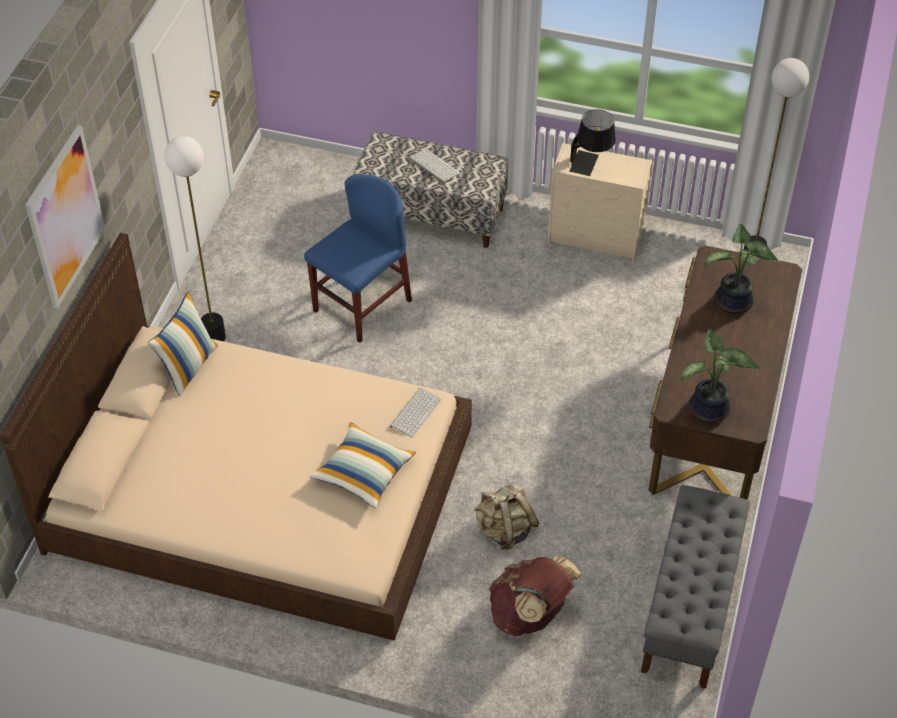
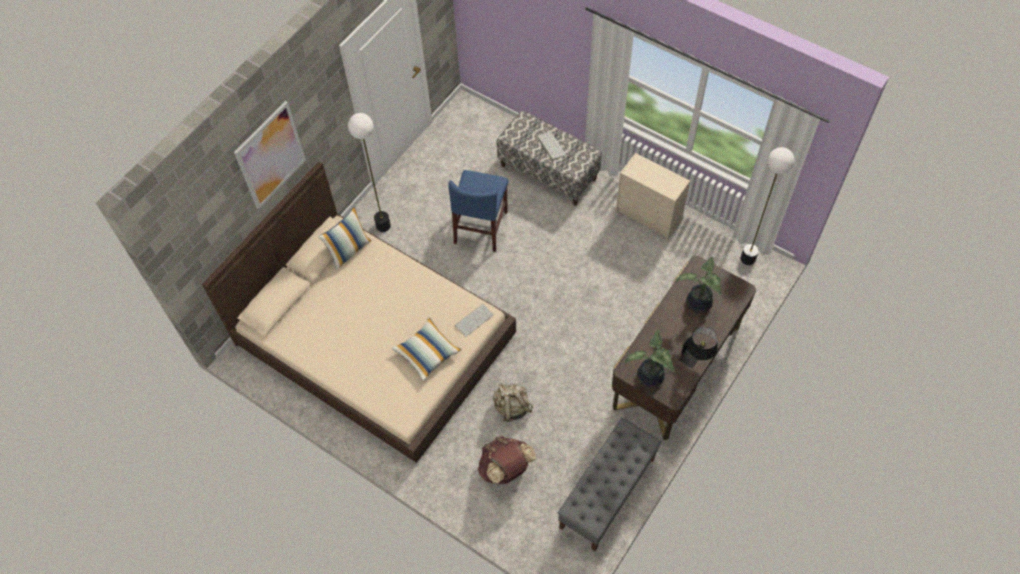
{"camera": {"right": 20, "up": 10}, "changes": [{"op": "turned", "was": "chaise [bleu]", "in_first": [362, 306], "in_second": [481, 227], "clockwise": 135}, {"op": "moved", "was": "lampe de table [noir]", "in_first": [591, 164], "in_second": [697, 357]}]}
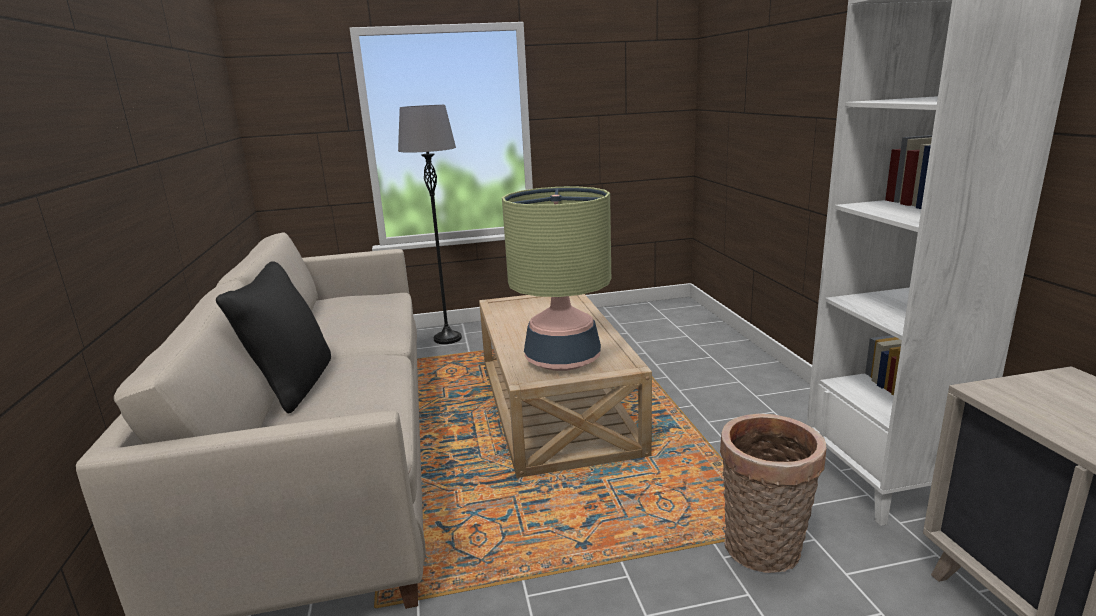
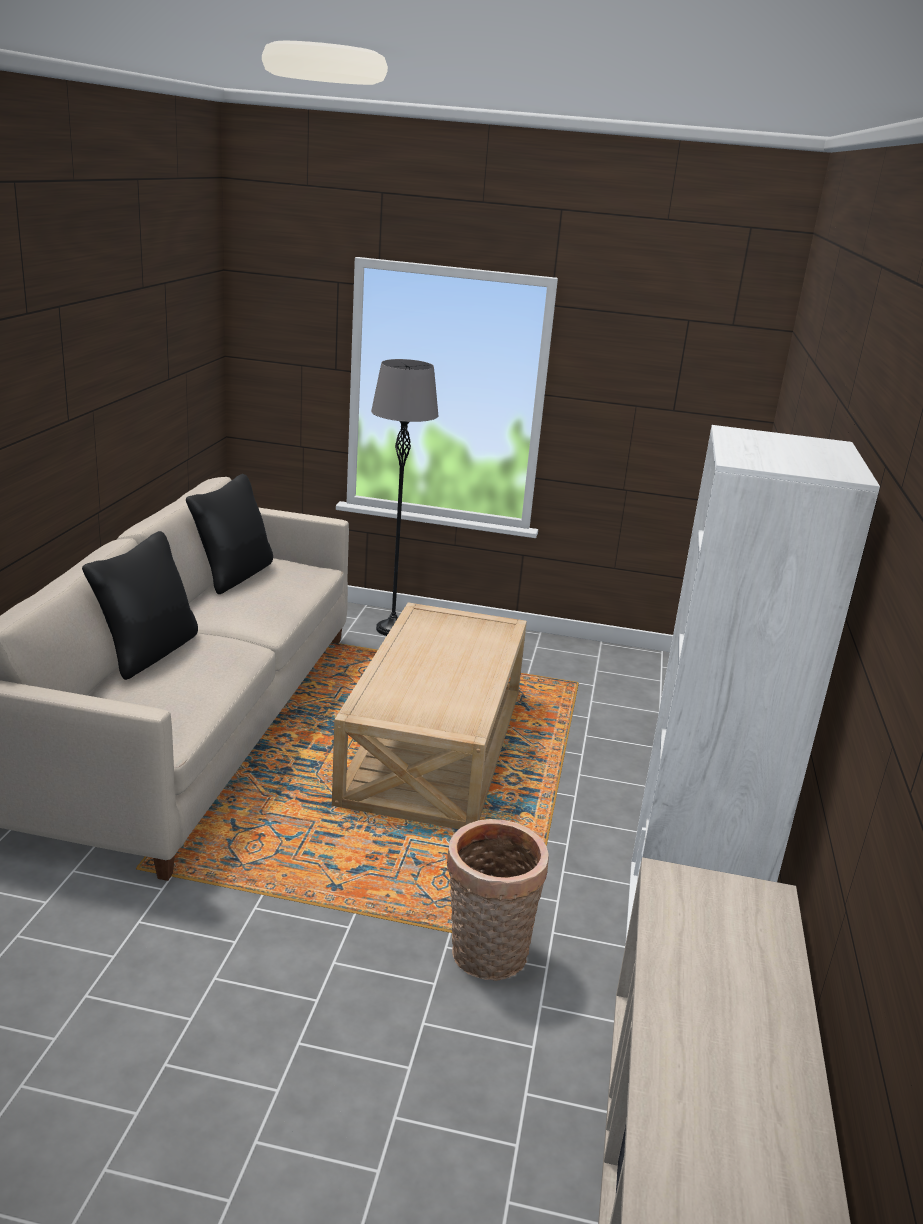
{"camera": {"right": 20, "up": 5}, "changes": [{"op": "removed", "was": "lampe de table", "in_first": [563, 359]}, {"op": "added", "now": "coussin [noir]", "in_second": [233, 575]}]}
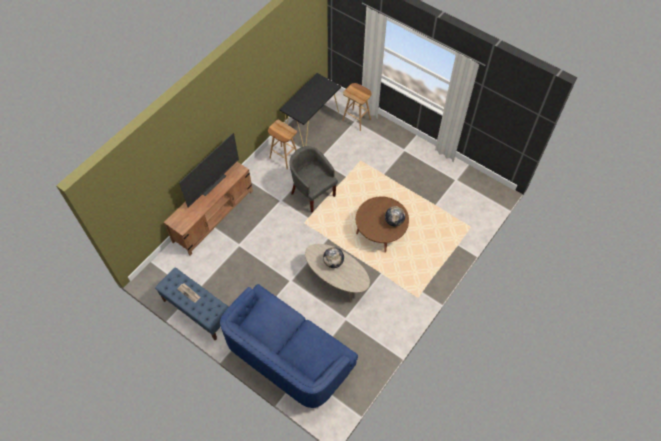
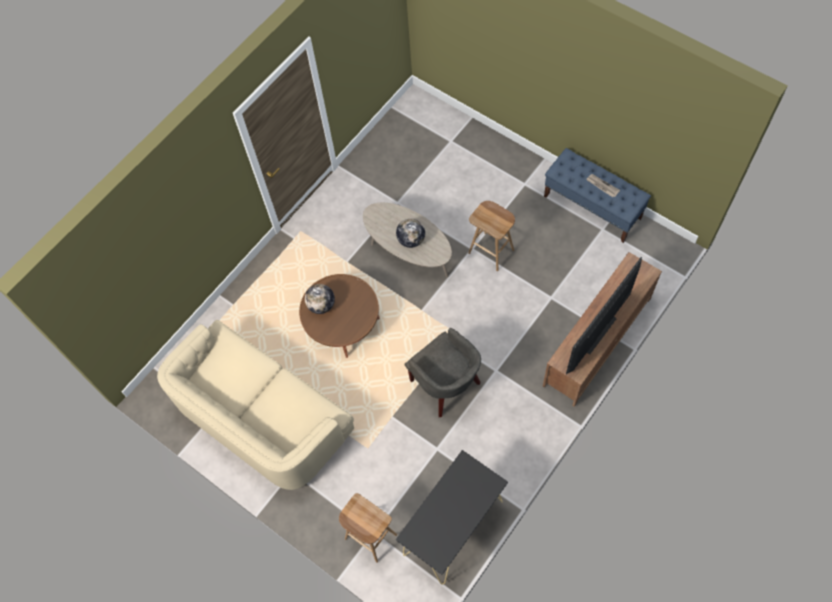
{"camera": {"right": -175, "up": 5}, "changes": [{"op": "removed", "was": "canapé [bleu]", "in_first": [288, 354]}, {"op": "moved", "was": "tabouret [marron]", "in_first": [283, 157], "in_second": [492, 251]}, {"op": "added", "now": "canapé [beige]", "in_second": [262, 416]}]}
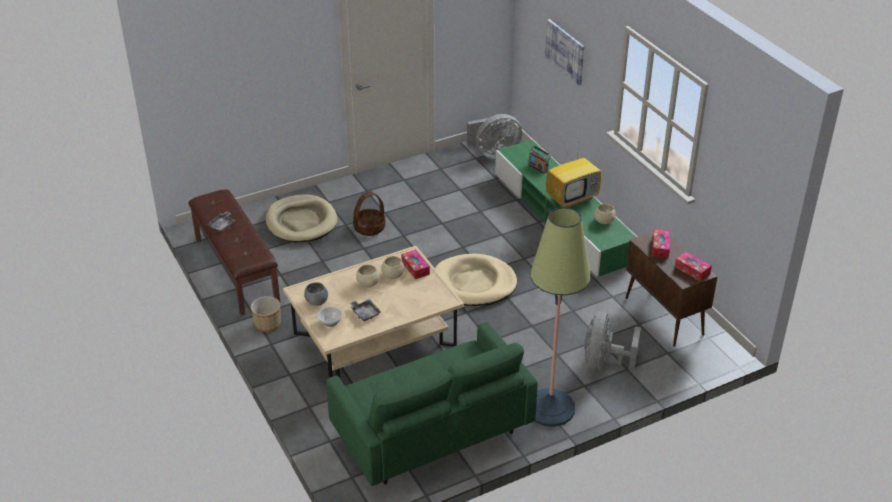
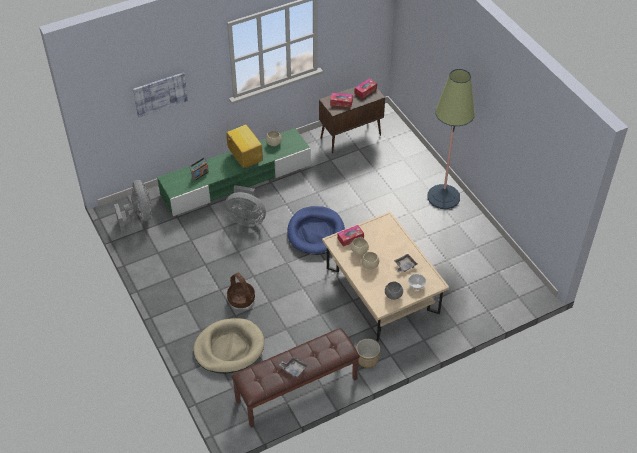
{"camera": {"right": -90, "up": 10}, "changes": [{"op": "removed", "was": "canapé [vert]", "in_first": [431, 433]}, {"op": "recoloured", "was": "panier pour chien [beige]", "now": "panier pour chien [bleu]", "in_first": [474, 283], "in_second": [316, 232]}, {"op": "moved", "was": "ventilateur [gris]", "in_first": [603, 363], "in_second": [246, 219]}]}
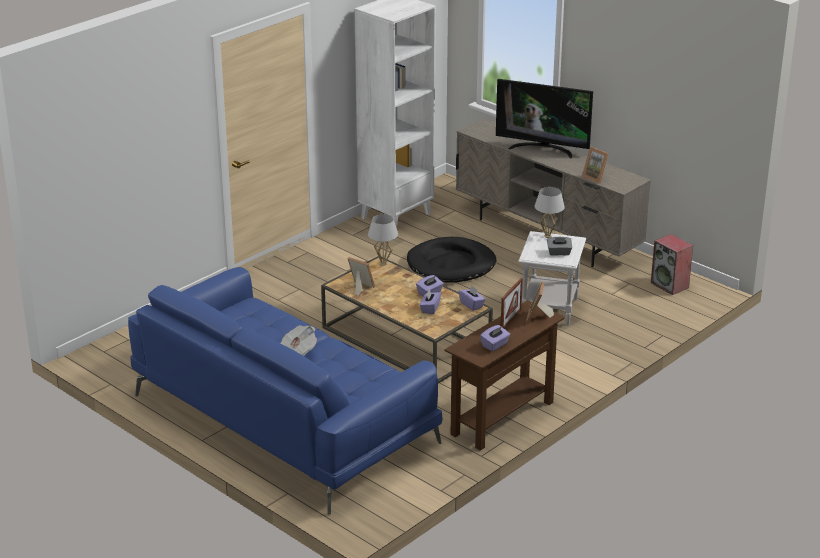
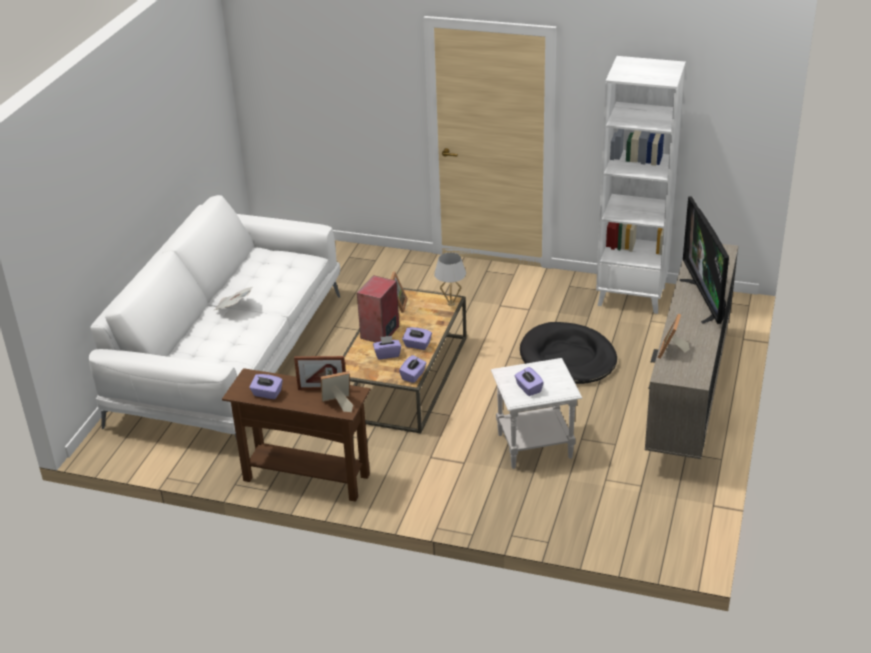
{"camera": {"right": 65, "up": 5}, "changes": [{"op": "recoloured", "was": "canapé [bleu]", "now": "canapé [blanc]", "in_first": [282, 418], "in_second": [231, 356]}, {"op": "removed", "was": "lampe de table [blanc]", "in_first": [547, 236]}, {"op": "recoloured", "was": "boîte à mouchoirs [gris]", "now": "boîte à mouchoirs [violet]", "in_first": [559, 253], "in_second": [528, 388]}, {"op": "moved", "was": "enceinte", "in_first": [670, 285], "in_second": [380, 332]}]}
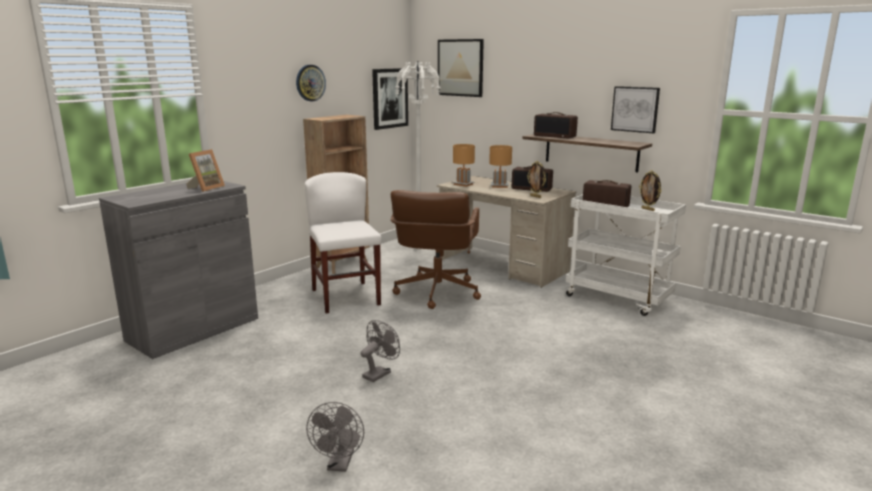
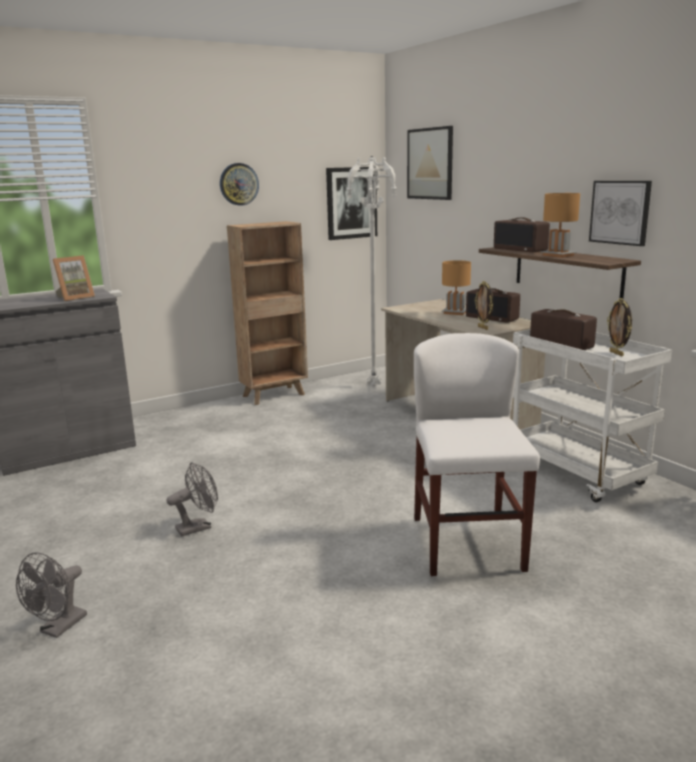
{"camera": {"right": 20, "up": 0}, "changes": [{"op": "moved", "was": "chaise [blanc]", "in_first": [345, 297], "in_second": [467, 543]}, {"op": "removed", "was": "chaise de bureau [marron]", "in_first": [436, 292]}, {"op": "moved", "was": "lampe de table [marron]", "in_first": [463, 184], "in_second": [557, 255]}]}
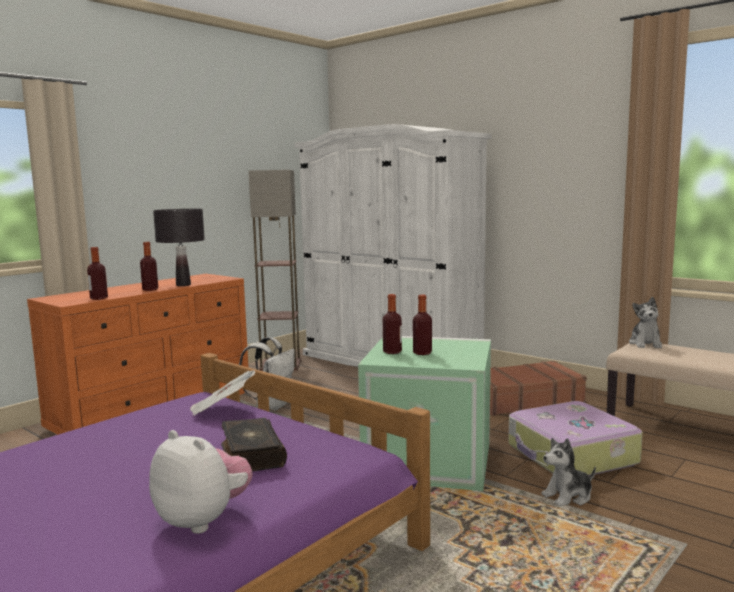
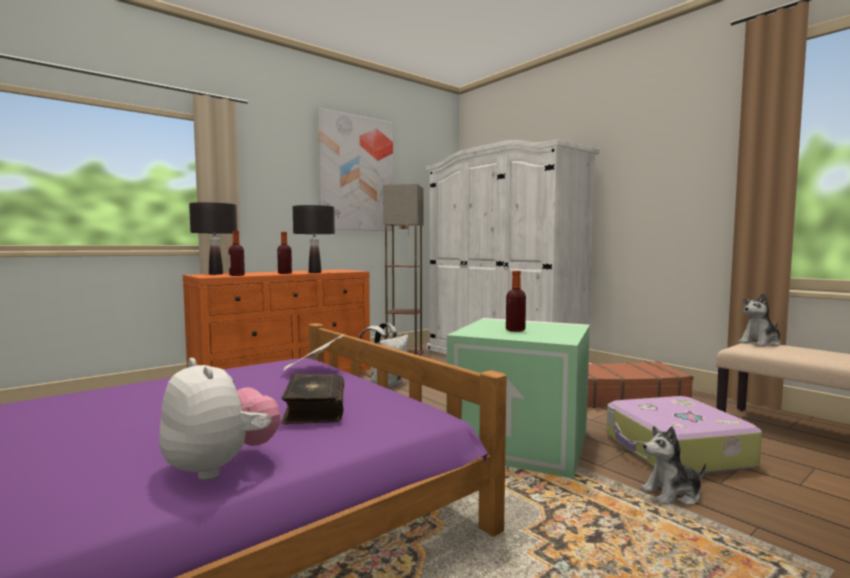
{"camera": {"right": 10, "up": -5}, "changes": [{"op": "removed", "was": "bouteille", "in_first": [392, 352]}, {"op": "turned", "was": "peluche", "in_first": [645, 344], "in_second": [760, 343], "clockwise": 45}, {"op": "added", "now": "lampe de table [noir]", "in_second": [215, 274]}, {"op": "added", "now": "tableau", "in_second": [356, 173]}]}
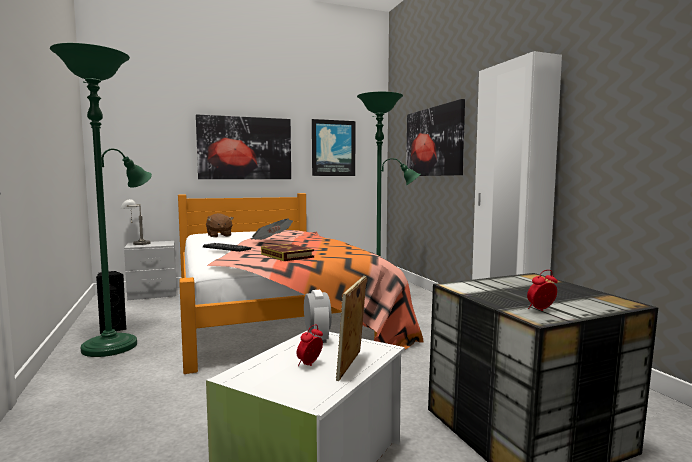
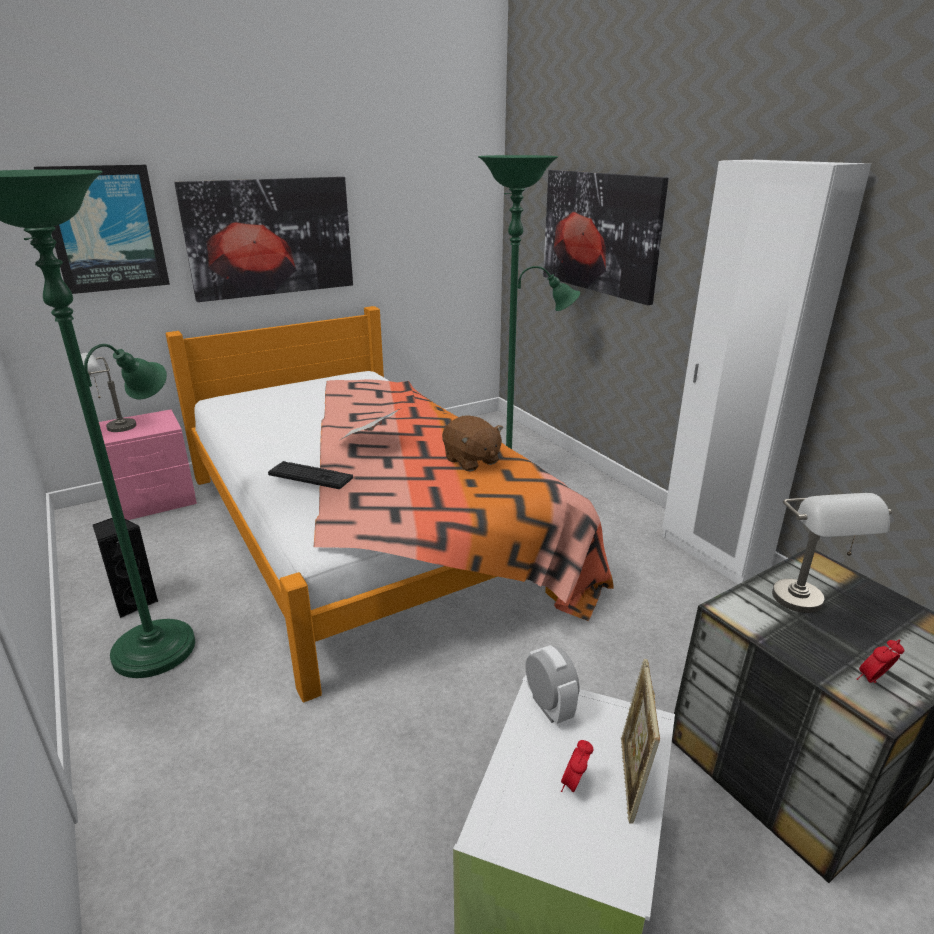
{"camera": {"right": -10, "up": 20}, "changes": [{"op": "recoloured", "was": "table de chevet [gris]", "now": "table de chevet [rose]", "in_first": [153, 294], "in_second": [155, 501]}, {"op": "moved", "was": "peluche [marron]", "in_first": [219, 235], "in_second": [471, 461]}, {"op": "removed", "was": "livre", "in_first": [287, 256]}, {"op": "moved", "was": "tableau", "in_first": [333, 148], "in_second": [106, 229]}, {"op": "added", "now": "lampe de table [gris]", "in_second": [808, 608]}]}
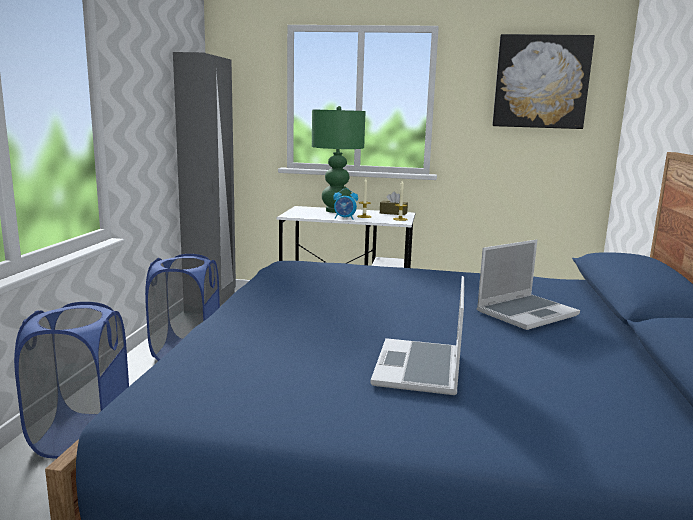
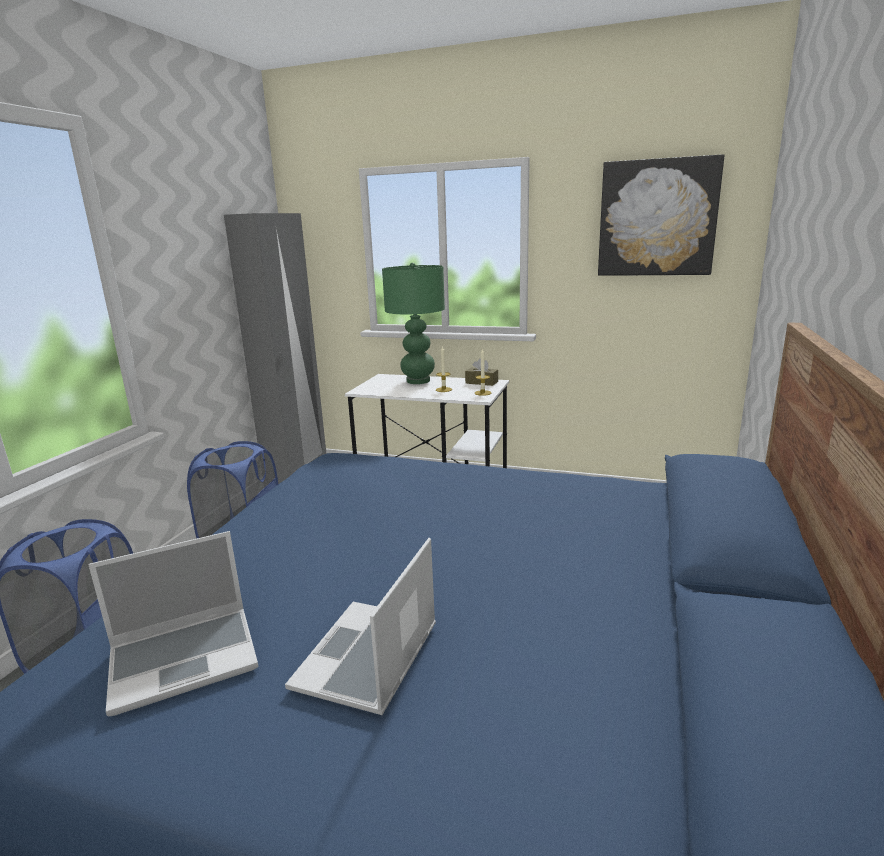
{"camera": {"right": 10, "up": 5}, "changes": [{"op": "removed", "was": "réveil", "in_first": [344, 218]}, {"op": "moved", "was": "ordinateur portable", "in_first": [526, 313], "in_second": [186, 658]}]}
